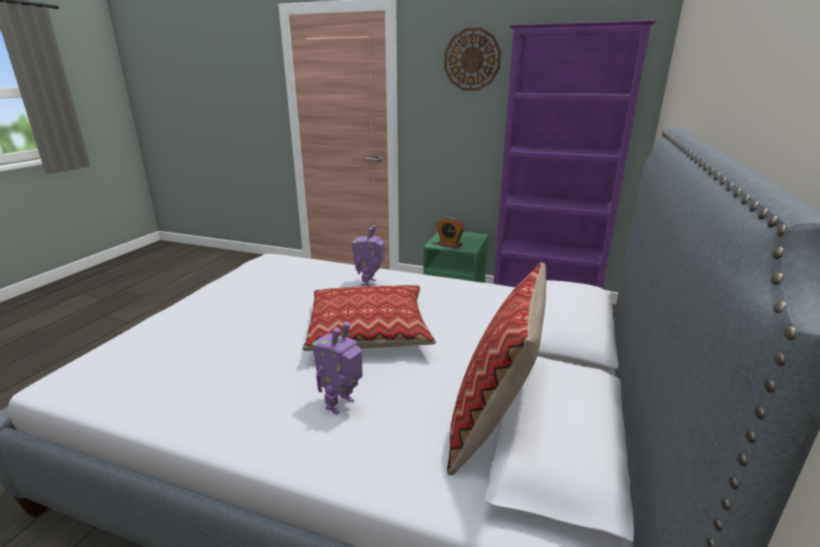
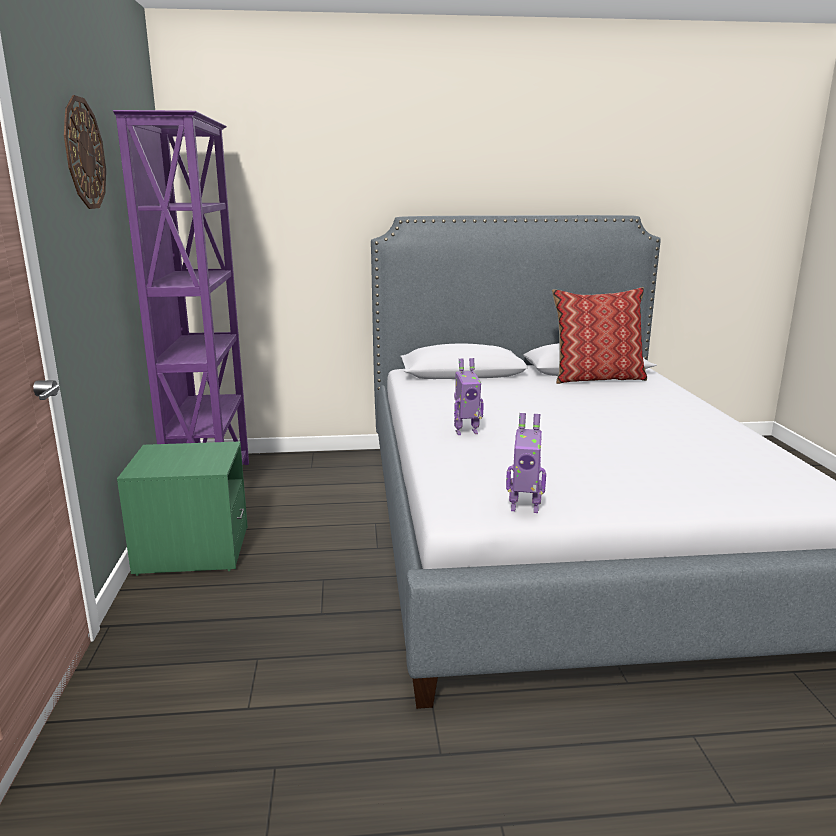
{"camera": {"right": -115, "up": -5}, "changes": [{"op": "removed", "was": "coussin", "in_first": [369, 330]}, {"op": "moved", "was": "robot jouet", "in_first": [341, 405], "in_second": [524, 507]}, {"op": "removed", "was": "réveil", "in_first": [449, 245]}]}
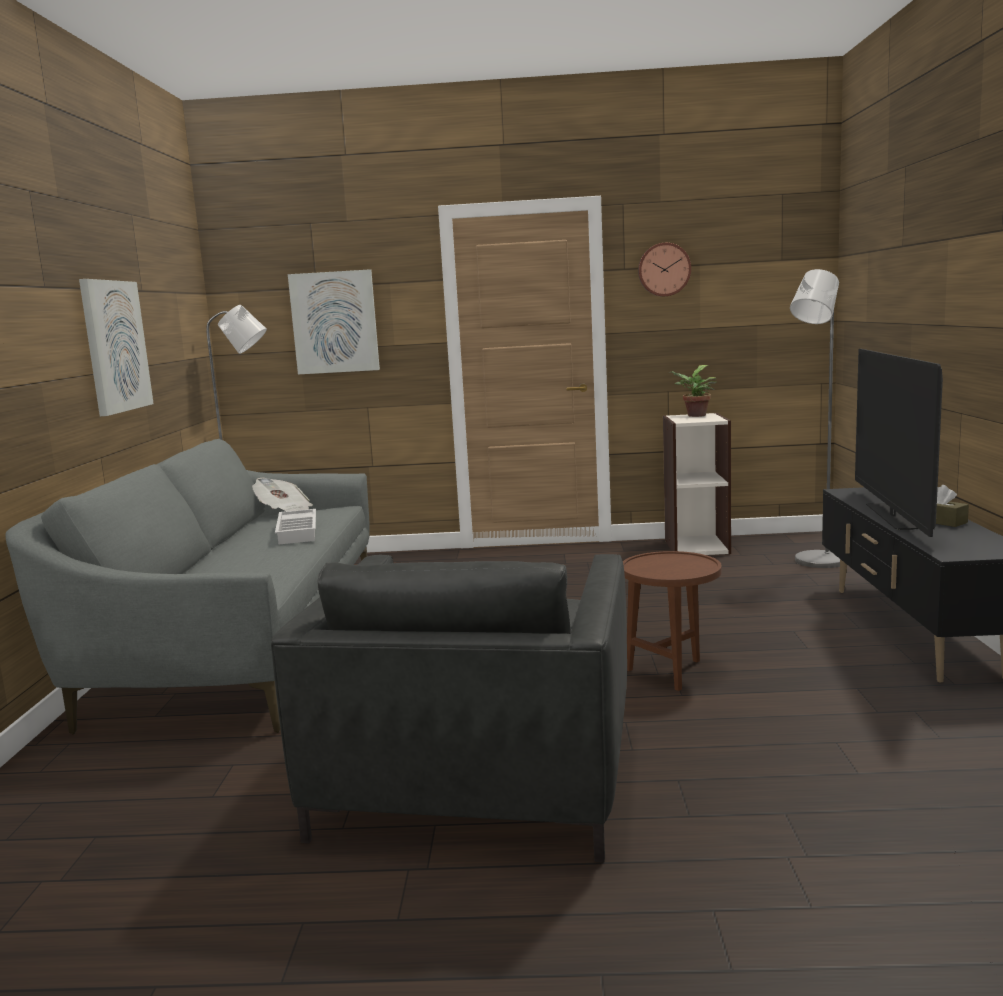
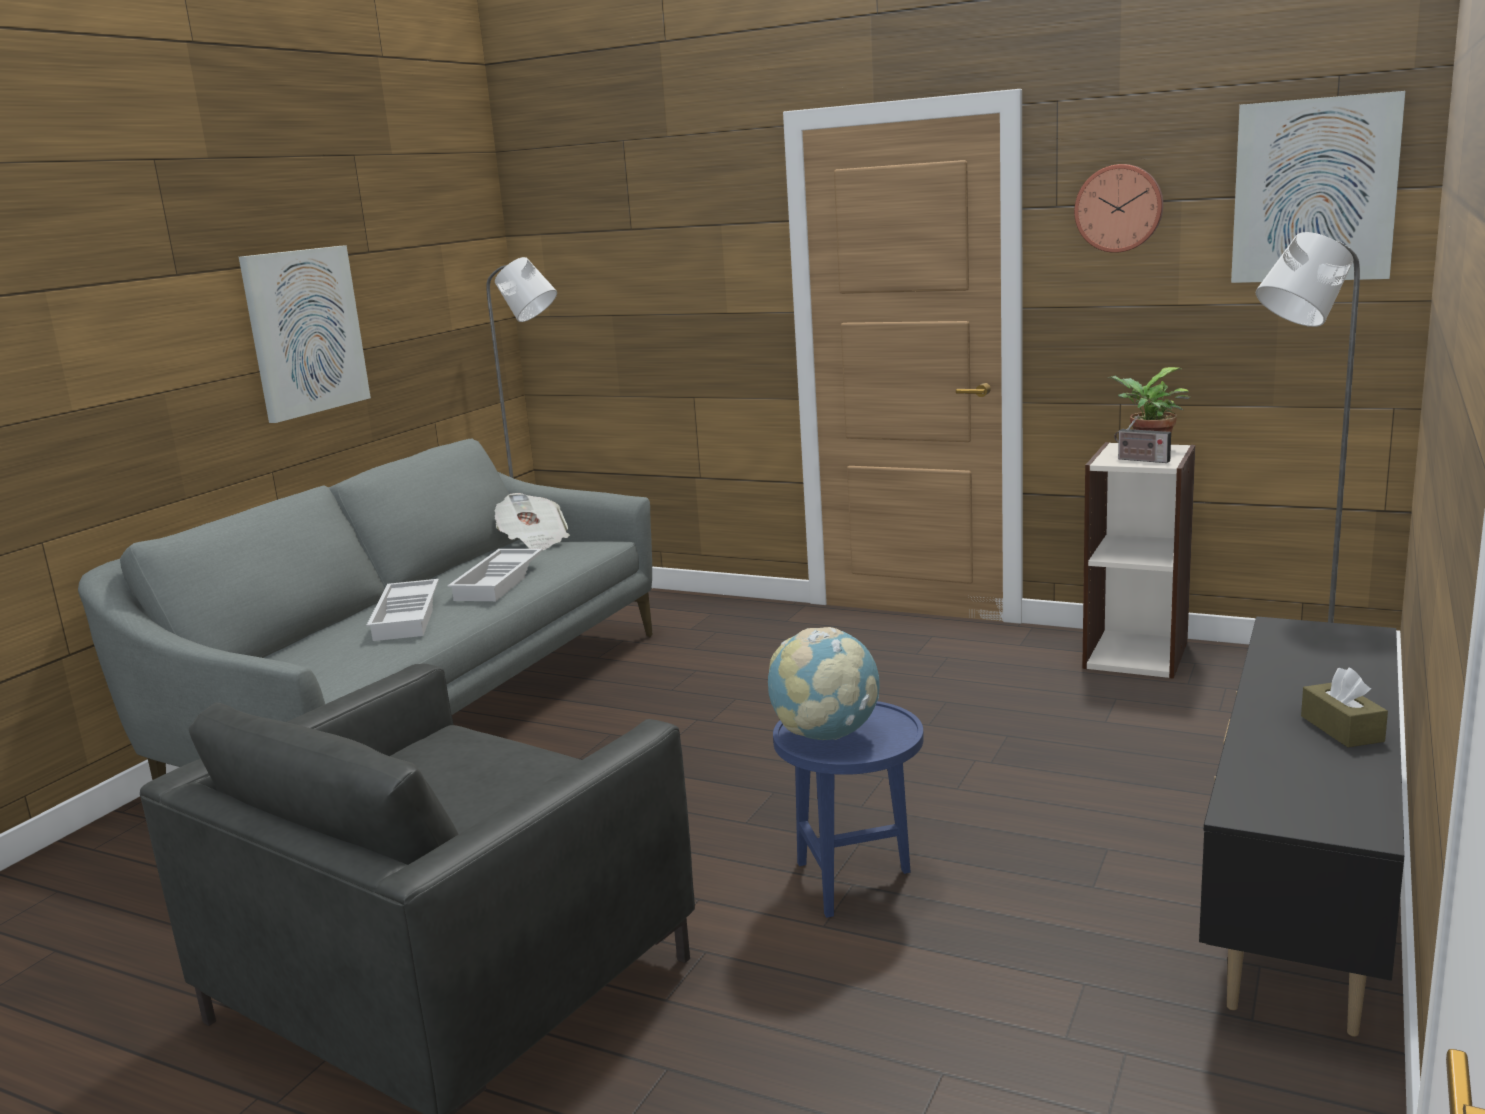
{"camera": {"right": 25, "up": 5}, "changes": [{"op": "moved", "was": "tableau", "in_first": [334, 322], "in_second": [1314, 190]}, {"op": "recoloured", "was": "table d'appoint [marron]", "now": "table d'appoint [bleu]", "in_first": [672, 671], "in_second": [854, 881]}, {"op": "removed", "was": "téléviseur", "in_first": [891, 517]}, {"op": "added", "now": "plateau [blanc]", "in_second": [408, 617]}, {"op": "added", "now": "globe", "in_second": [826, 735]}, {"op": "added", "now": "radio", "in_second": [1141, 460]}]}
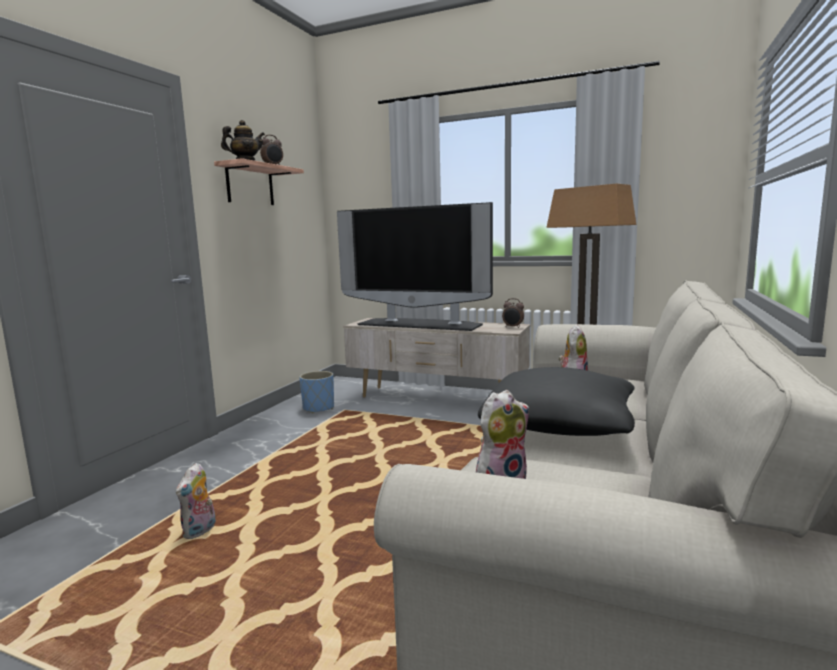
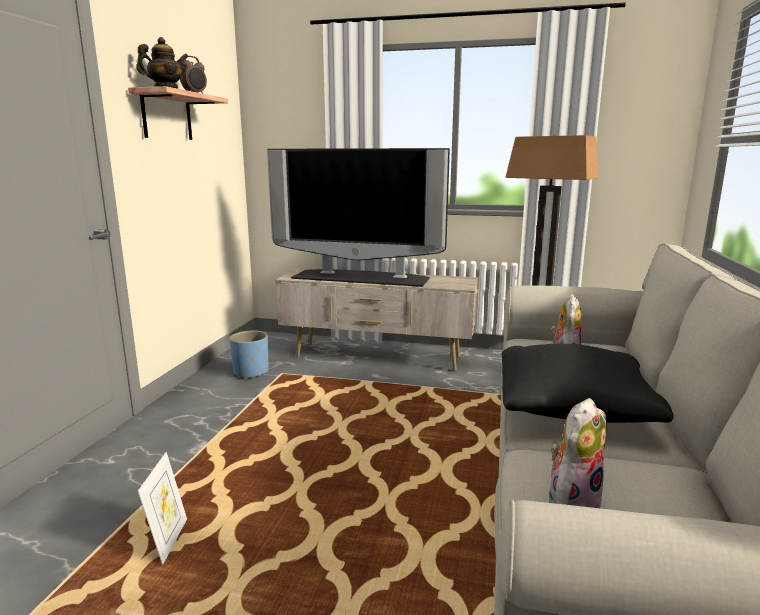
{"camera": {"right": -10, "up": 5}, "changes": [{"op": "replaced", "was": "peluche", "now": "cadre photo", "in_first": [200, 532], "in_second": [169, 542]}, {"op": "removed", "was": "réveil", "in_first": [513, 327]}]}
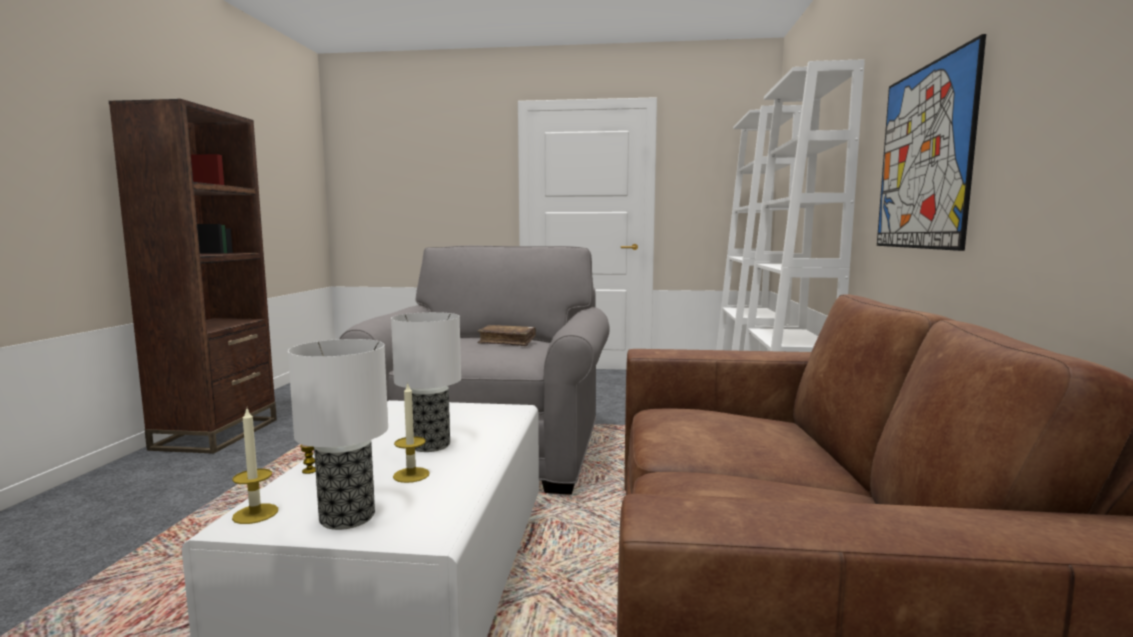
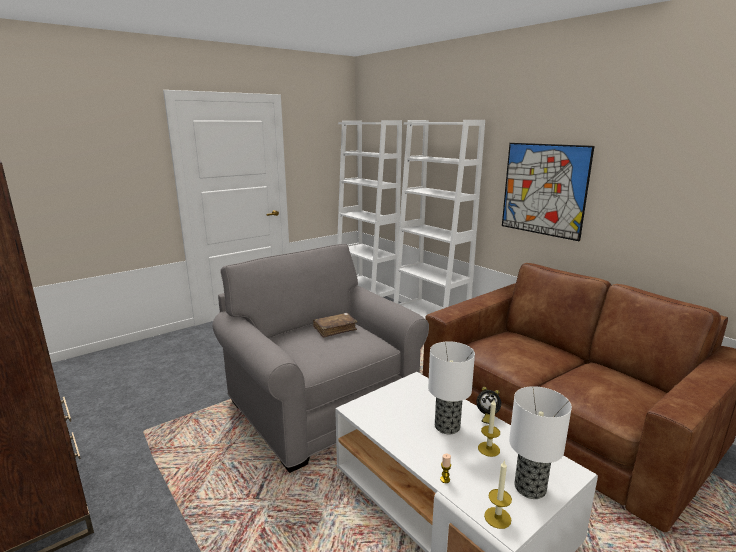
{"camera": {"right": -45, "up": 10}, "changes": [{"op": "added", "now": "réveil", "in_second": [486, 416]}]}
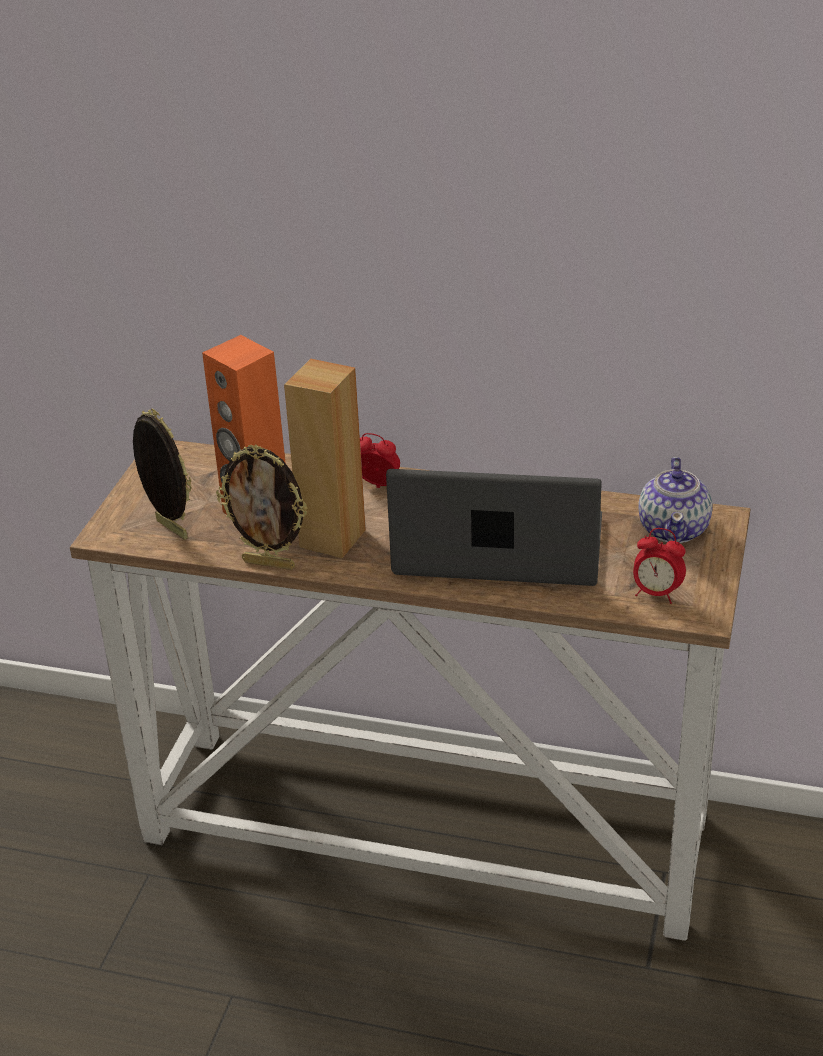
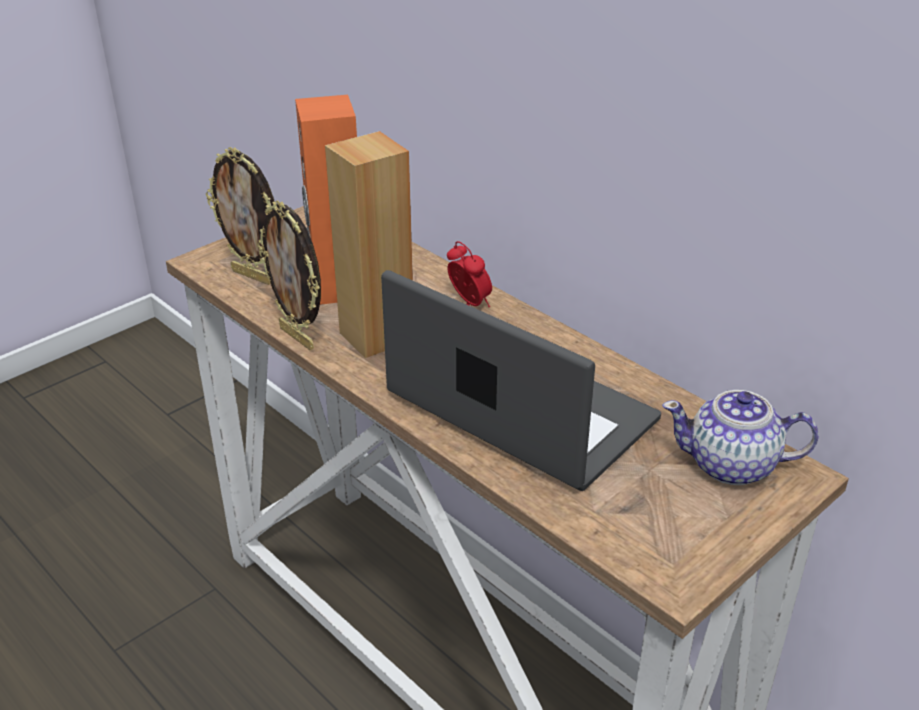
{"camera": {"right": 30, "up": 0}, "changes": [{"op": "turned", "was": "cadre photo", "in_first": [169, 530], "in_second": [253, 276], "clockwise": 135}, {"op": "removed", "was": "réveil", "in_first": [656, 594]}, {"op": "turned", "was": "théière", "in_first": [674, 529], "in_second": [732, 465], "clockwise": 60}]}
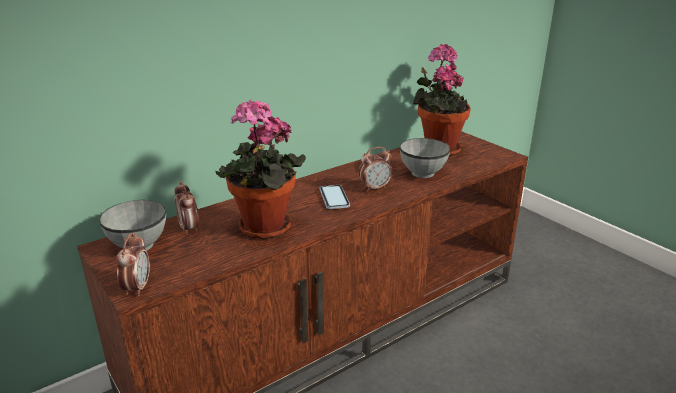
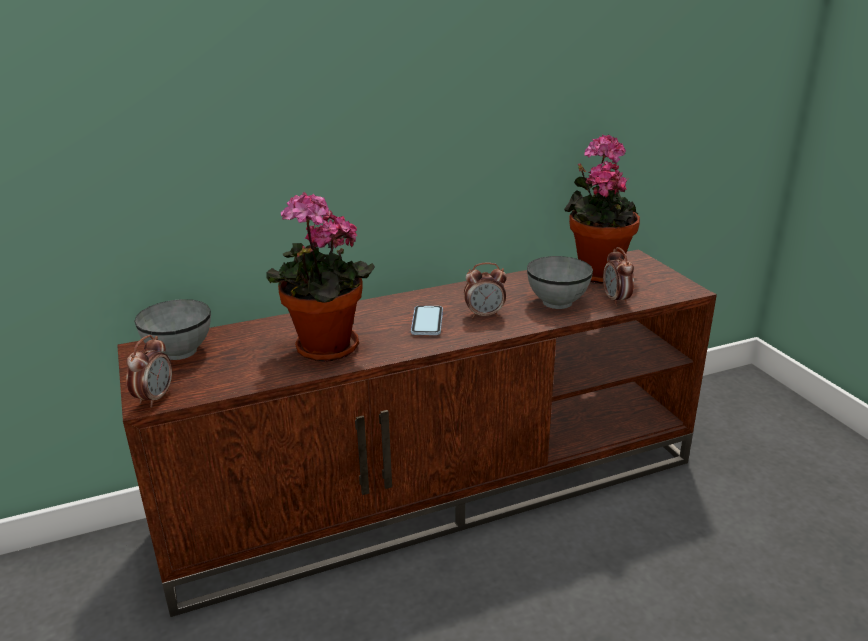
{"camera": {"right": 15, "up": 0}, "changes": [{"op": "moved", "was": "réveil", "in_first": [189, 229], "in_second": [616, 300]}]}
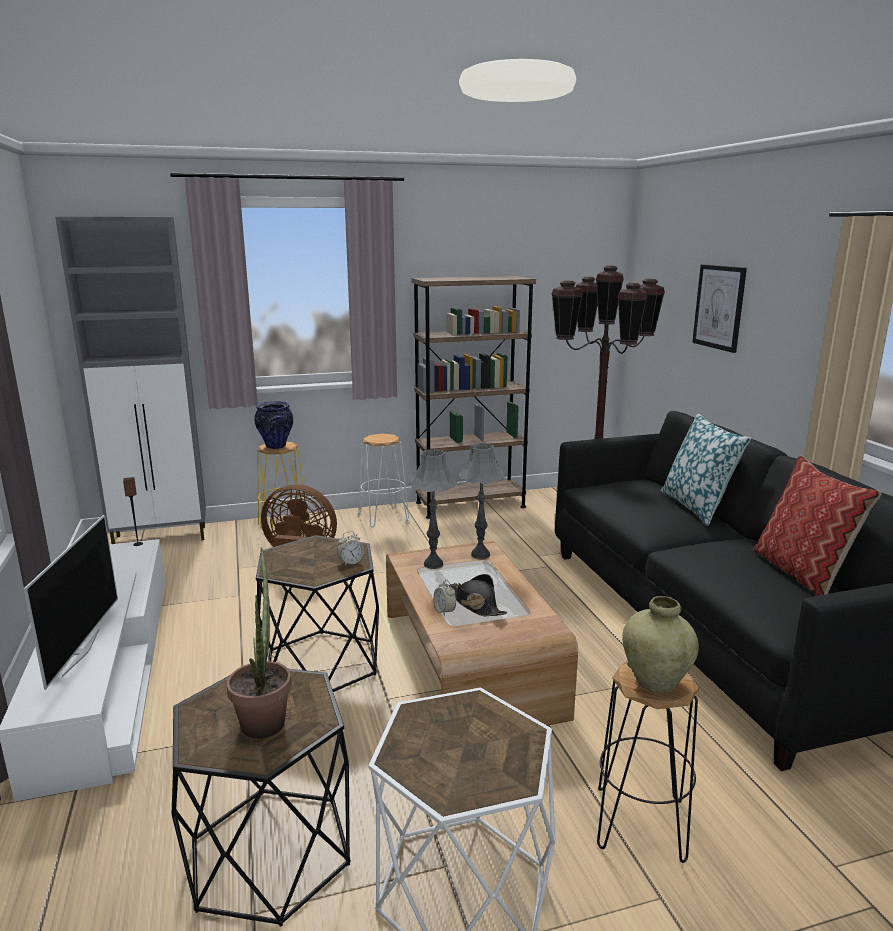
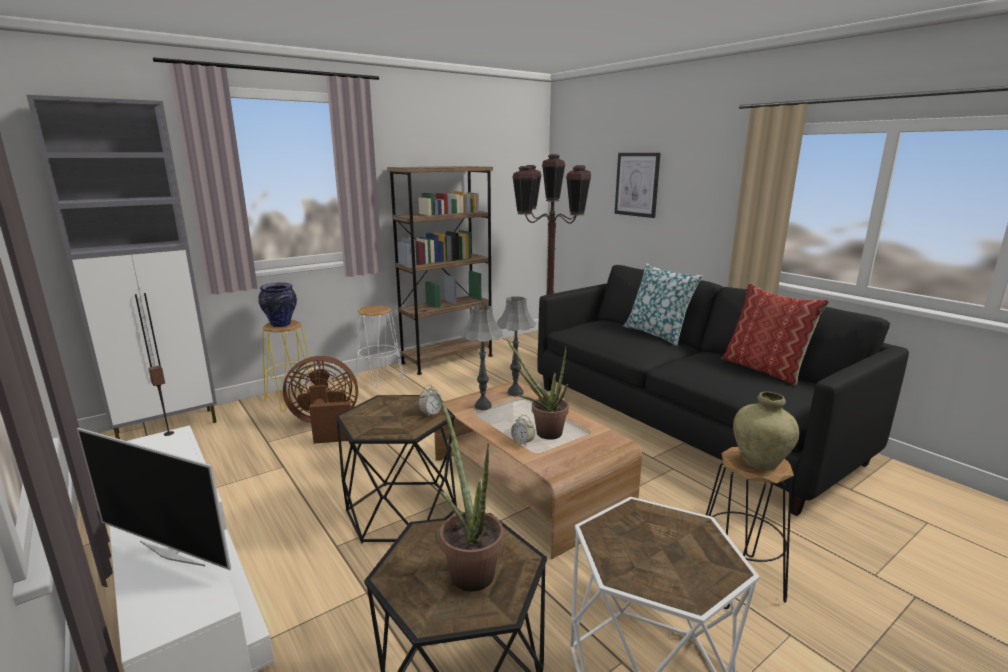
{"camera": {"right": -20, "up": 0}, "changes": [{"op": "turned", "was": "téléviseur", "in_first": [79, 652], "in_second": [173, 552], "clockwise": 135}, {"op": "replaced", "was": "chapeau [noir]", "now": "plante en pot", "in_first": [476, 604], "in_second": [543, 432]}]}
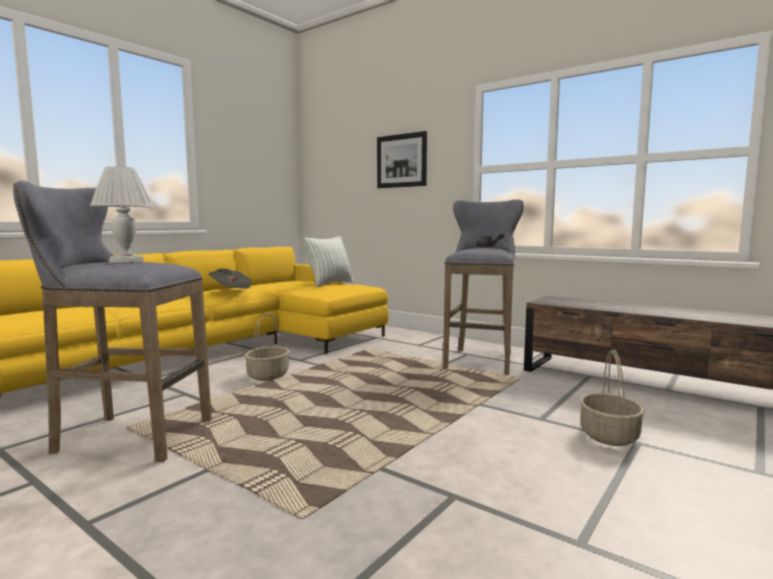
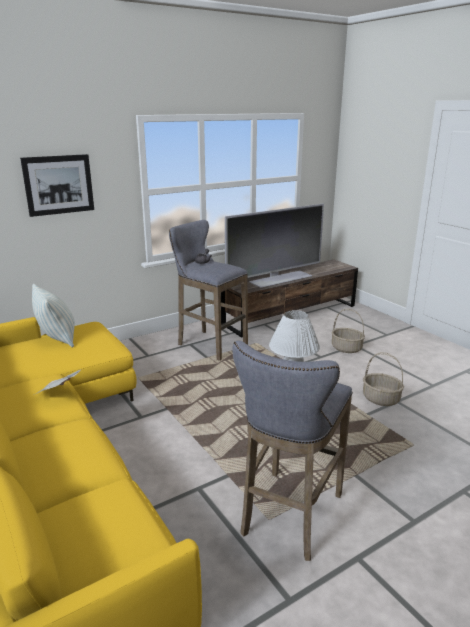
{"camera": {"right": -70, "up": 15}, "changes": [{"op": "moved", "was": "panier", "in_first": [268, 376], "in_second": [381, 399]}, {"op": "added", "now": "téléviseur", "in_second": [280, 279]}]}
